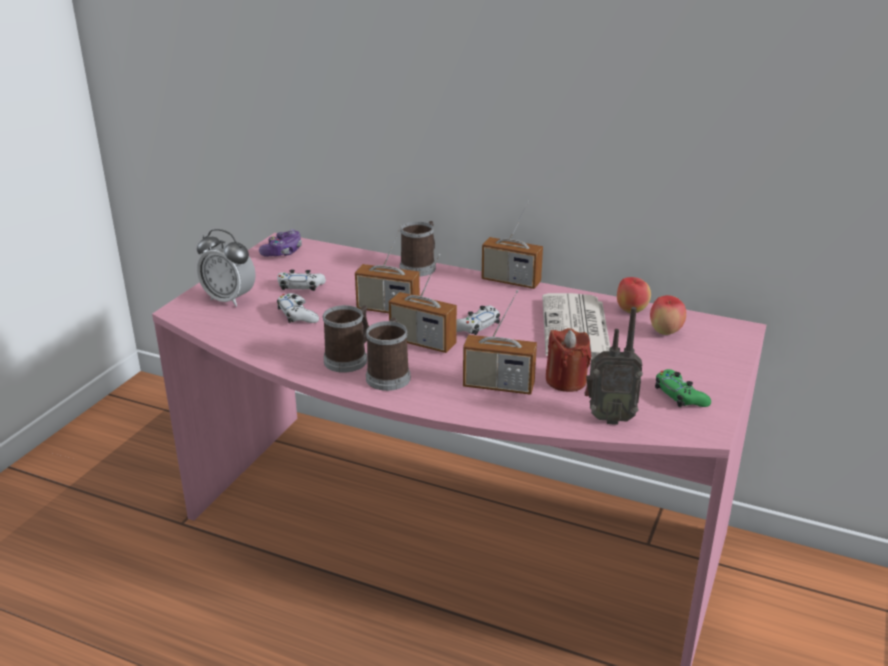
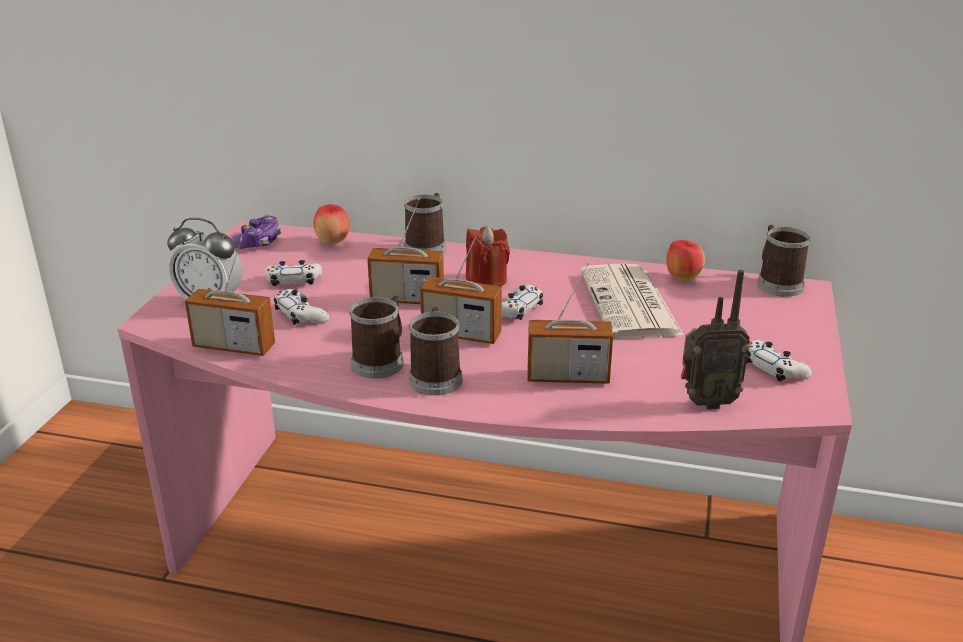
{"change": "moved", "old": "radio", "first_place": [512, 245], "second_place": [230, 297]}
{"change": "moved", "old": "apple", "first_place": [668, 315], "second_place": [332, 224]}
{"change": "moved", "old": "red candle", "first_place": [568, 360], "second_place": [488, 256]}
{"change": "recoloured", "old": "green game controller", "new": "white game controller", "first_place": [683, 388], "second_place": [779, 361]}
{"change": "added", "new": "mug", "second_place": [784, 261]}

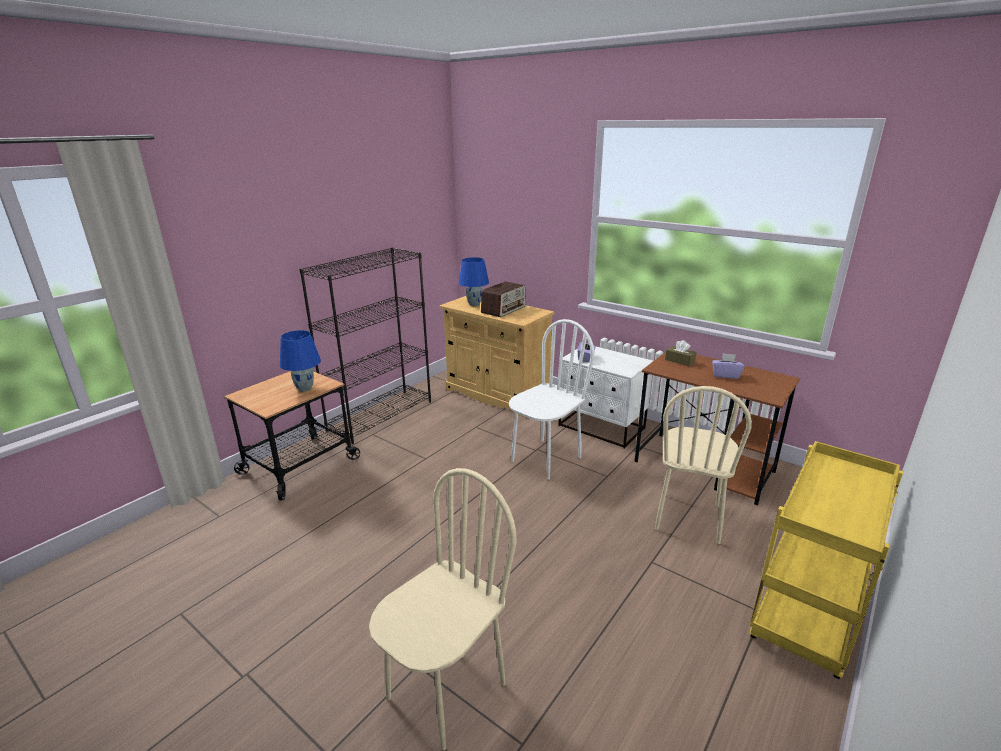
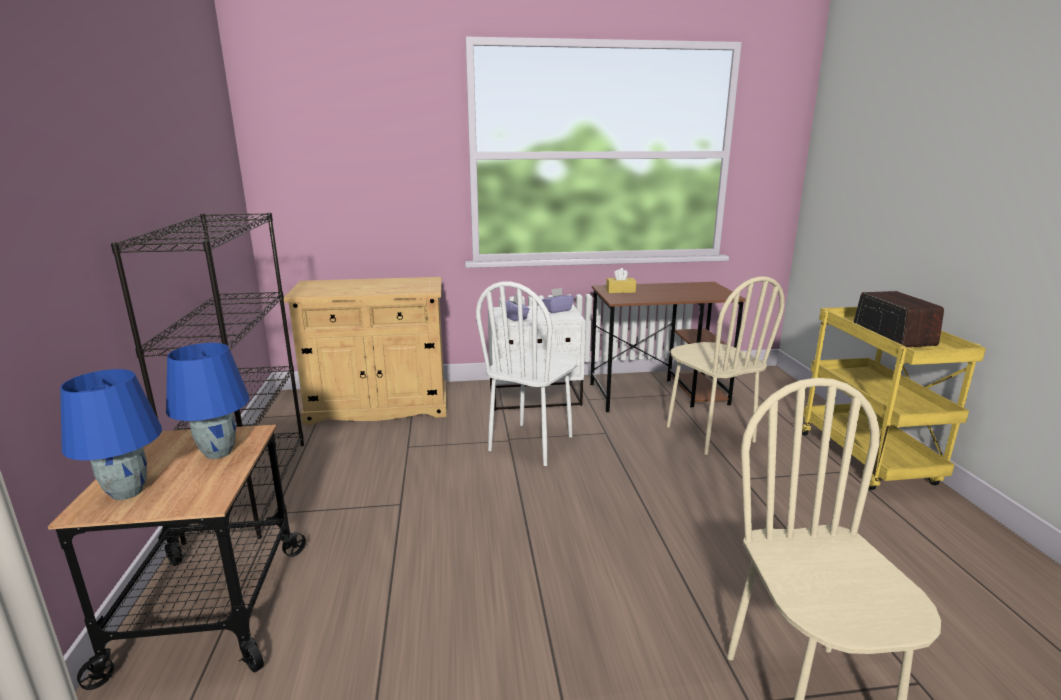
{"change": "moved", "old": "blue table lamp", "first_place": [474, 281], "second_place": [111, 434]}
{"change": "turned", "old": "white chair", "first_place": [551, 399], "second_place": [526, 374], "degrees": -150}
{"change": "moved", "old": "purple tissue box", "first_place": [728, 366], "second_place": [558, 300]}
{"change": "recoloured", "old": "brown tissue box", "new": "yellow tissue box", "first_place": [680, 353], "second_place": [621, 280]}
{"change": "moved", "old": "radio", "first_place": [503, 299], "second_place": [899, 319]}

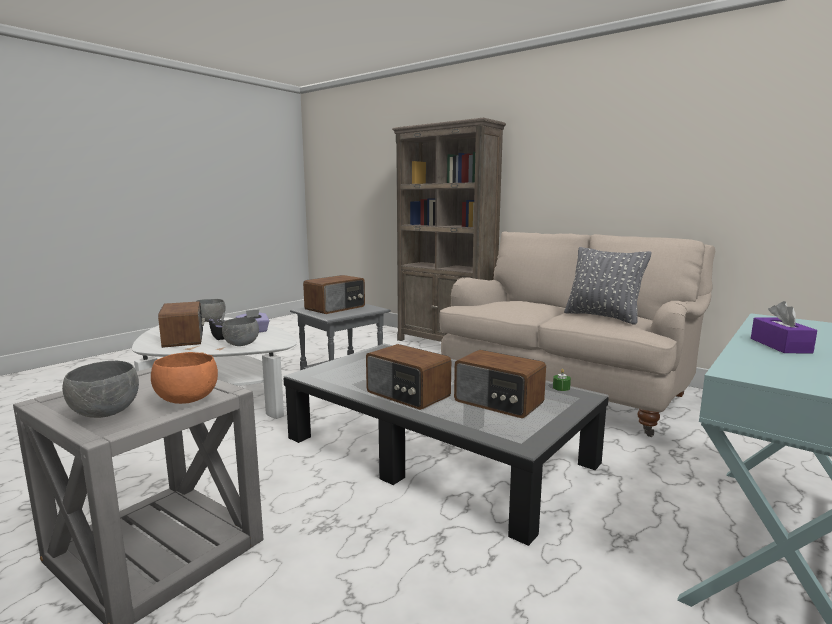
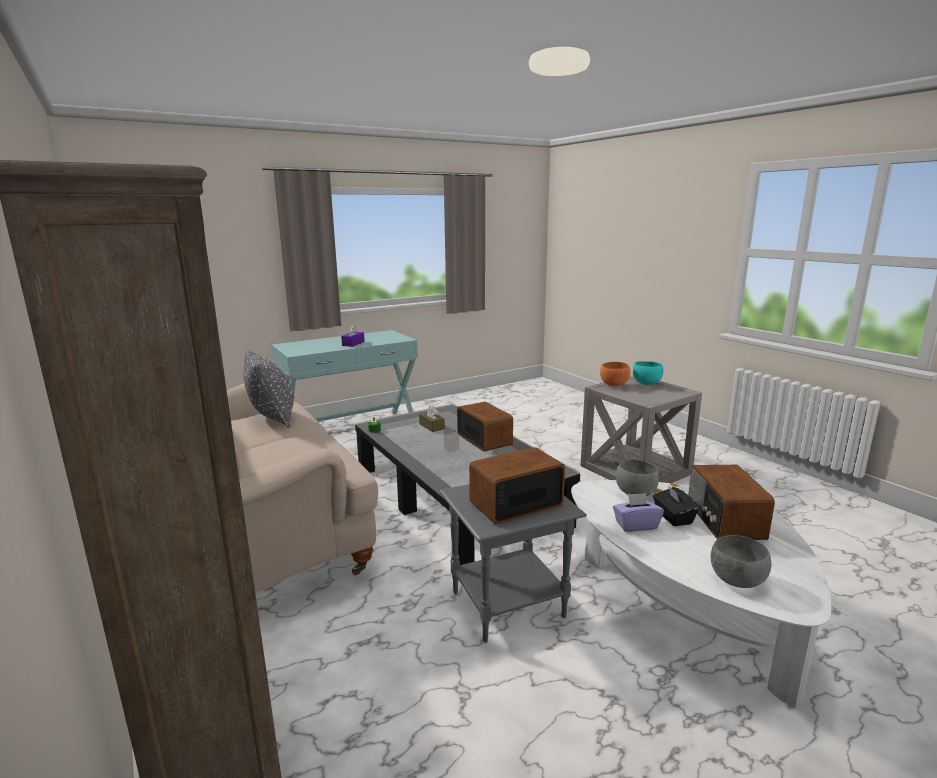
{"change": "replaced", "old": "radio", "new": "brown tissue box", "first_place": [500, 384], "second_place": [432, 418]}
{"change": "recoloured", "old": "grey bowl", "new": "turquoise bowl", "first_place": [100, 389], "second_place": [648, 373]}

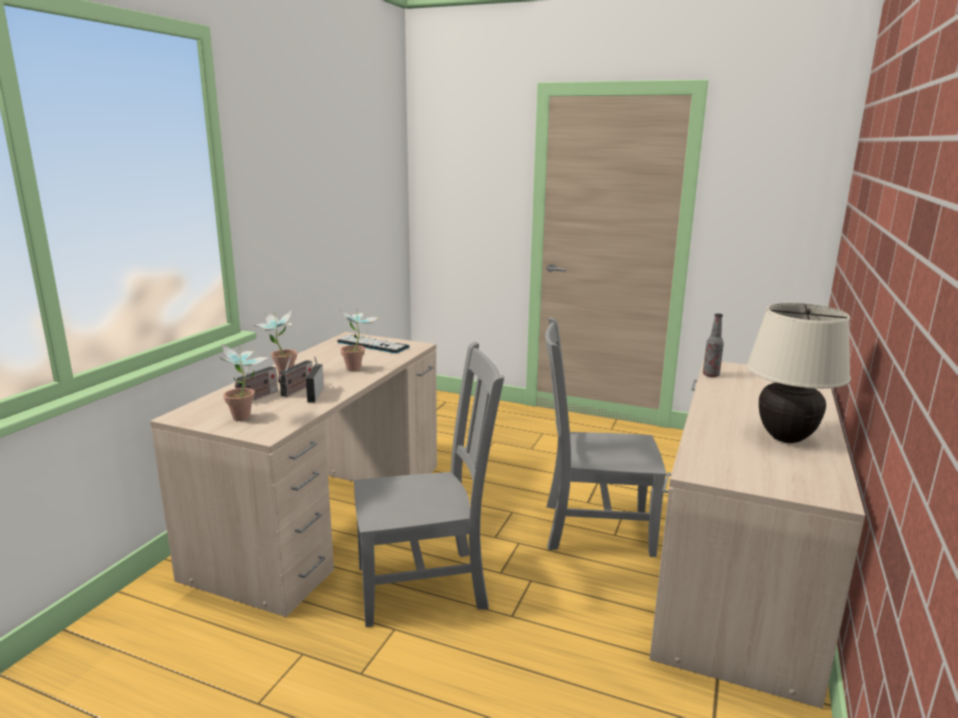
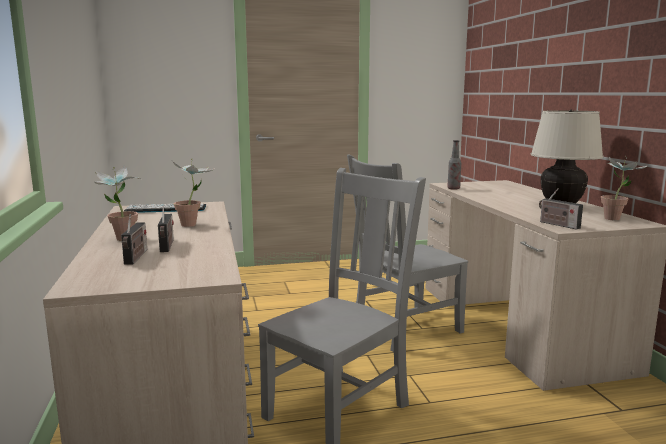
{"change": "moved", "old": "radio", "first_place": [315, 379], "second_place": [561, 209]}
{"change": "moved", "old": "potted plant", "first_place": [244, 382], "second_place": [624, 188]}

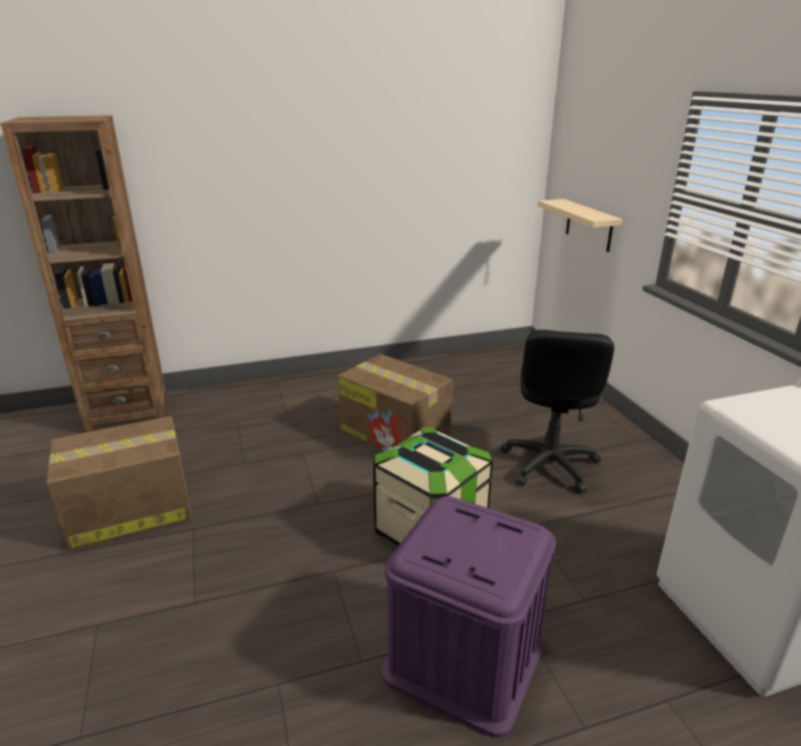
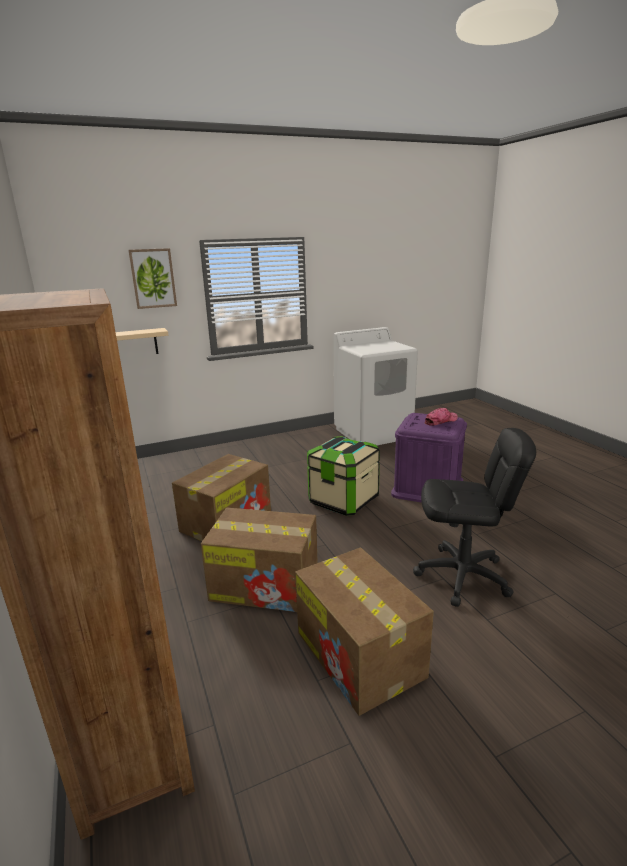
{"change": "added", "new": "picture", "second_place": [152, 278]}
{"change": "added", "new": "cardboard box", "second_place": [259, 560]}
{"change": "moved", "old": "black office chair", "first_place": [557, 411], "second_place": [474, 517]}
{"change": "added", "new": "cap", "second_place": [441, 417]}

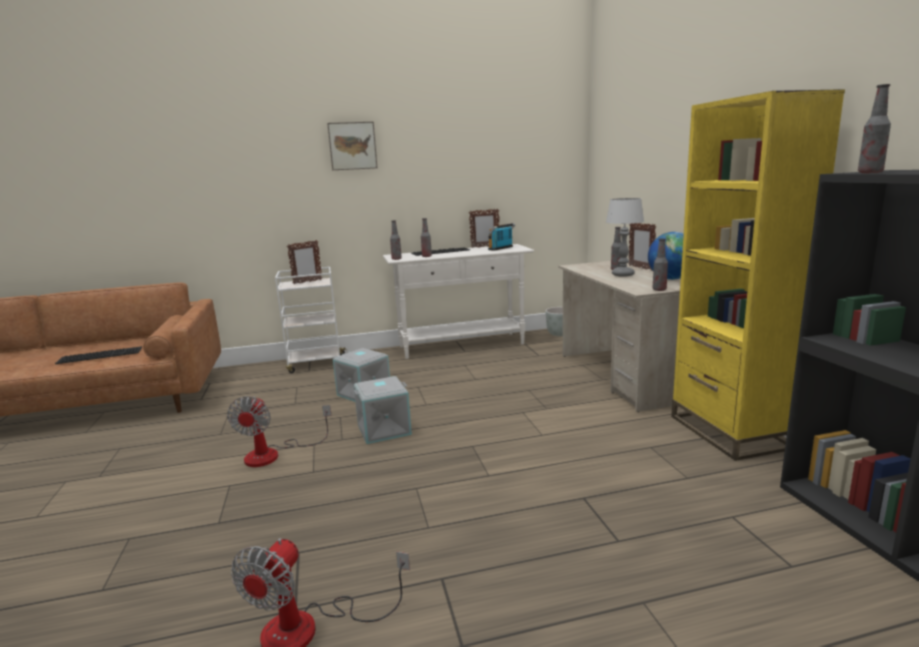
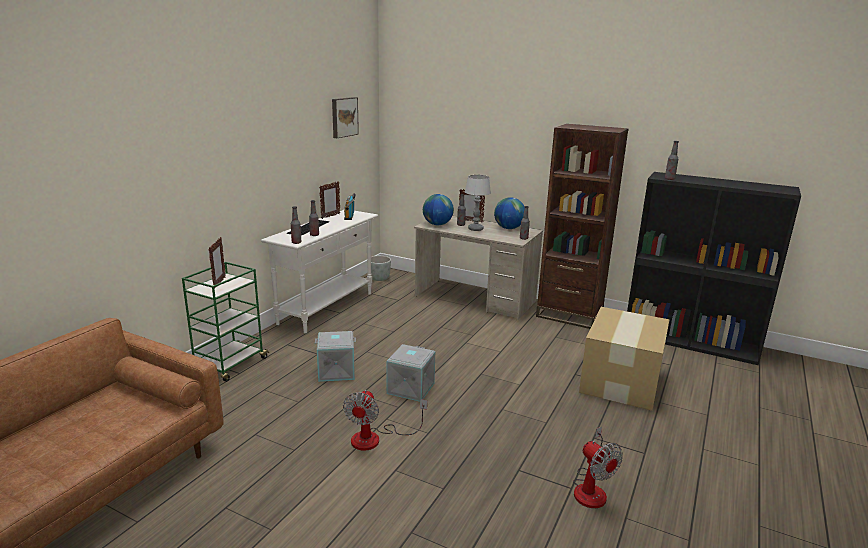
{"change": "recoloured", "old": "white cart", "new": "green cart", "first_place": [311, 320], "second_place": [225, 322]}
{"change": "moved", "old": "picture", "first_place": [352, 146], "second_place": [345, 117]}
{"change": "turned", "old": "fan", "first_place": [279, 431], "second_place": [385, 420], "degrees": 60}
{"change": "added", "new": "globe", "second_place": [438, 209]}
{"change": "recoloured", "old": "yellow bookcase", "new": "brown bookcase", "first_place": [758, 275], "second_place": [582, 226]}
{"change": "added", "new": "cardboard box", "second_place": [624, 359]}
{"change": "removed", "old": "keyboard", "first_place": [98, 355]}

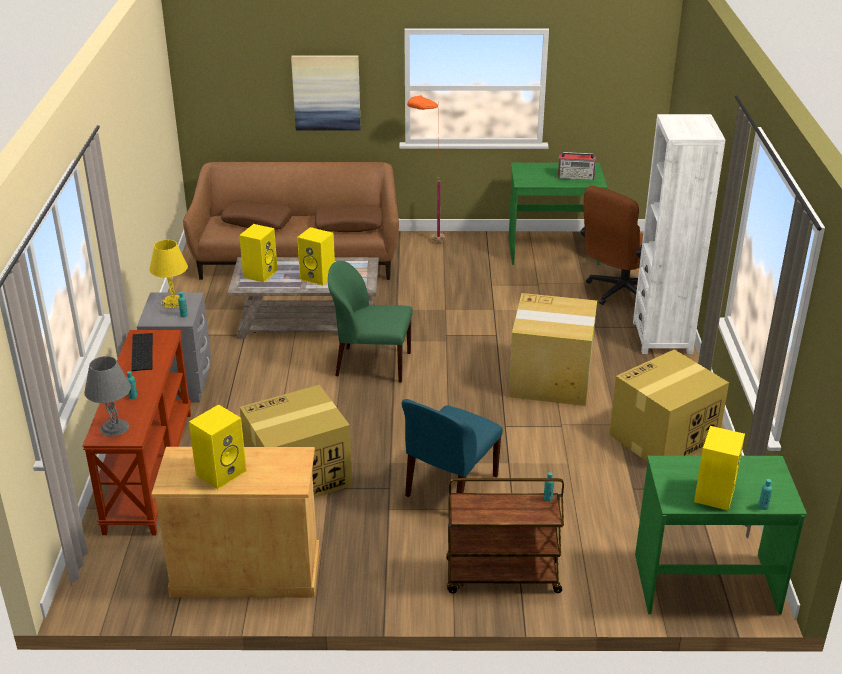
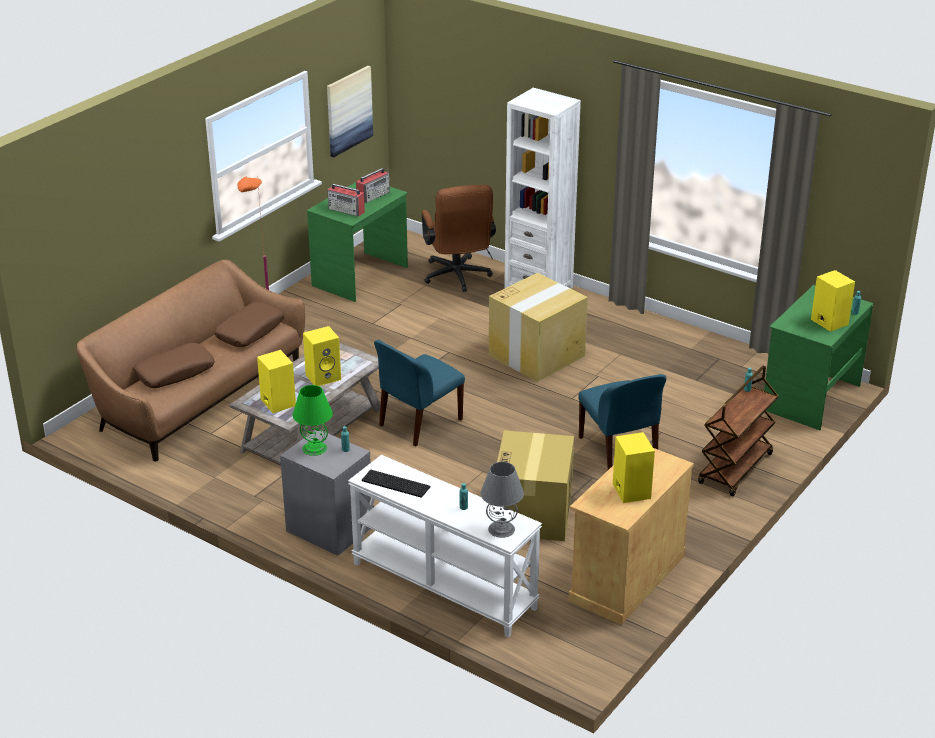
{"change": "recoloured", "old": "yellow table lamp", "new": "green table lamp", "first_place": [168, 274], "second_place": [313, 420]}
{"change": "moved", "old": "picture", "first_place": [326, 93], "second_place": [350, 111]}
{"change": "added", "new": "radio", "second_place": [346, 200]}
{"change": "recoloured", "old": "brown console table", "new": "white console table", "first_place": [136, 432], "second_place": [445, 546]}
{"change": "recoloured", "old": "green chair", "new": "blue chair", "first_place": [370, 321], "second_place": [419, 393]}
{"change": "removed", "old": "cardboard box", "first_place": [669, 405]}

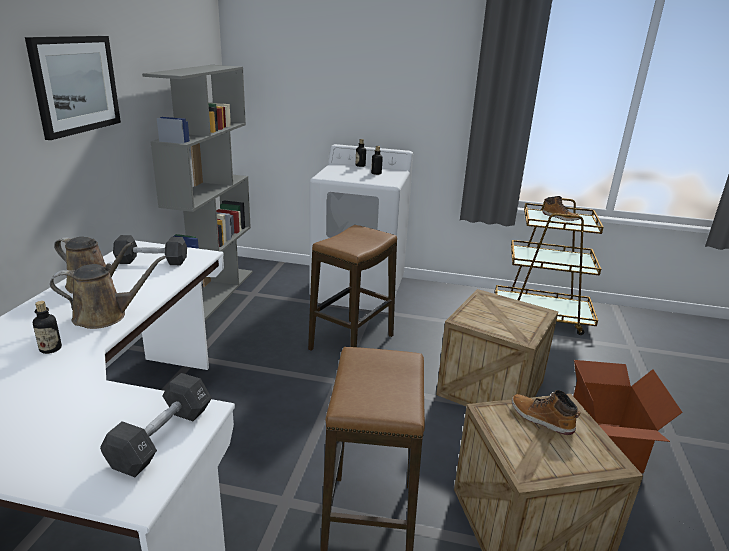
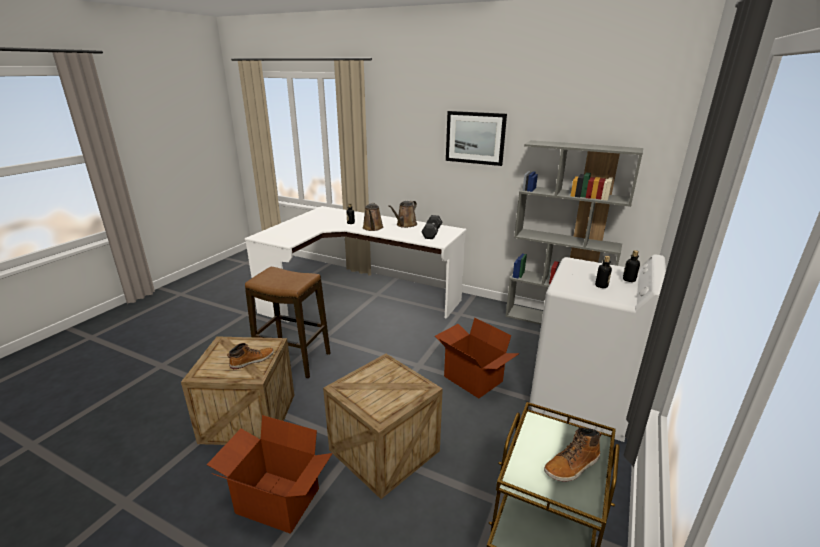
{"change": "replaced", "old": "stool", "new": "cardboard box", "first_place": [352, 288], "second_place": [477, 358]}
{"change": "removed", "old": "black dumbbell", "first_place": [156, 425]}

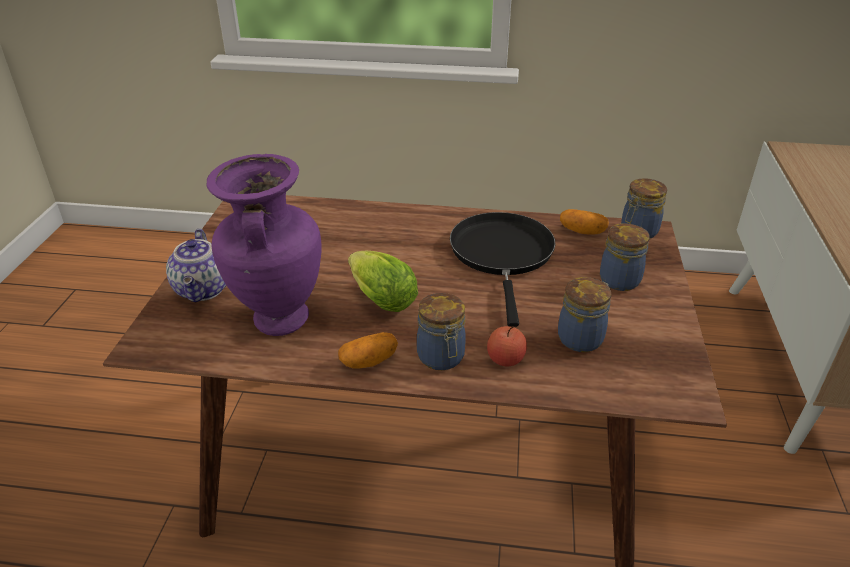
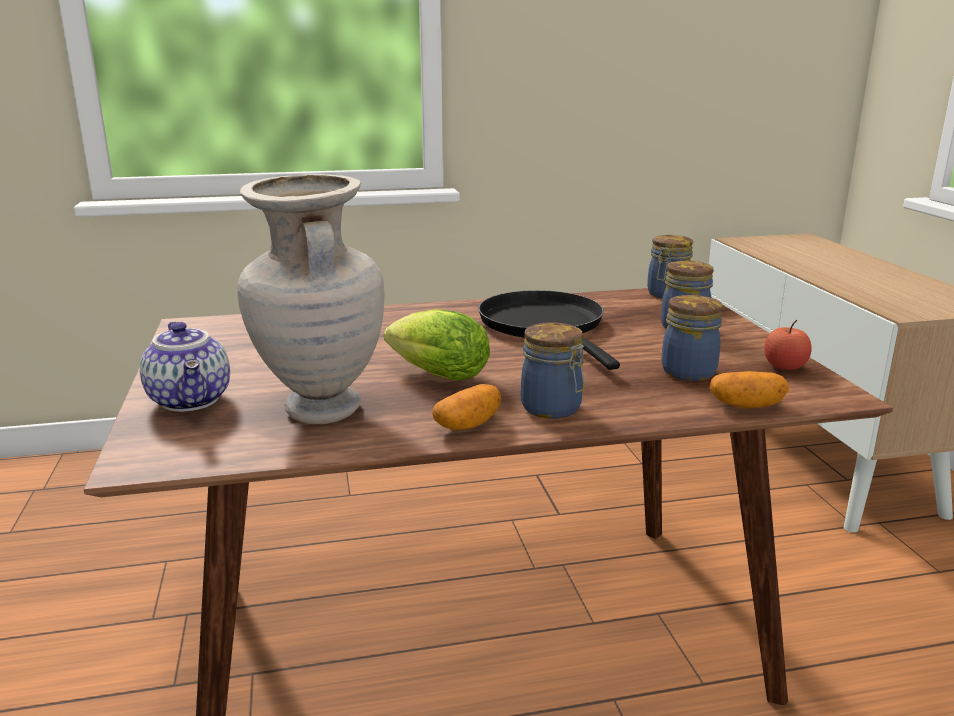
{"change": "recoloured", "old": "purple vase", "new": "beige vase", "first_place": [264, 245], "second_place": [310, 299]}
{"change": "moved", "old": "potato", "first_place": [584, 222], "second_place": [749, 390]}
{"change": "moved", "old": "apple", "first_place": [507, 346], "second_place": [788, 345]}

